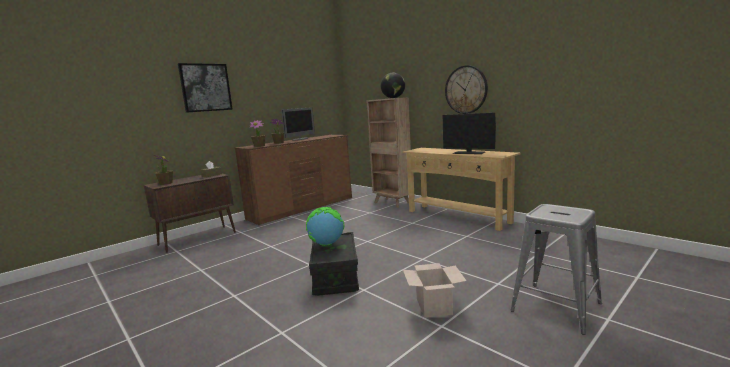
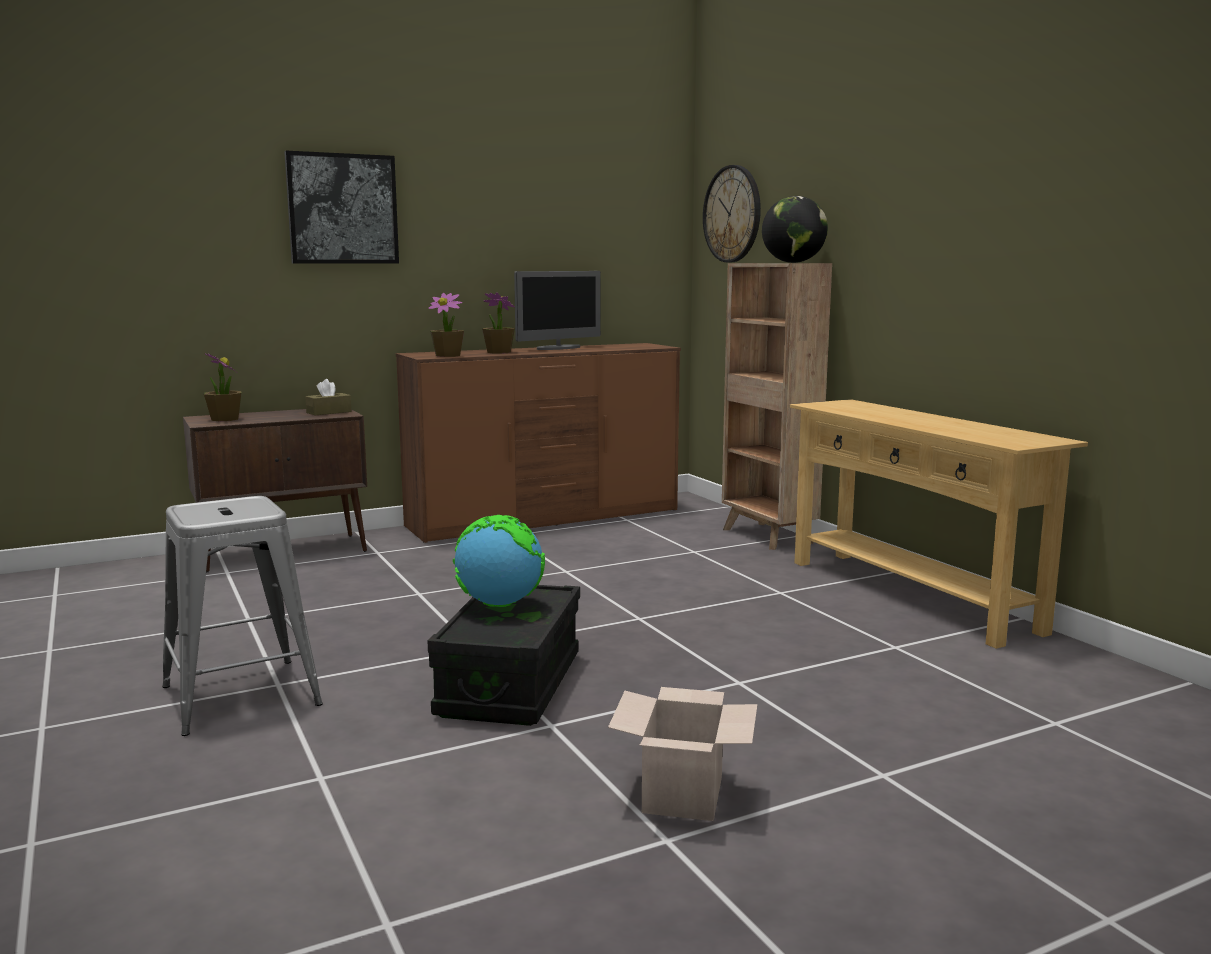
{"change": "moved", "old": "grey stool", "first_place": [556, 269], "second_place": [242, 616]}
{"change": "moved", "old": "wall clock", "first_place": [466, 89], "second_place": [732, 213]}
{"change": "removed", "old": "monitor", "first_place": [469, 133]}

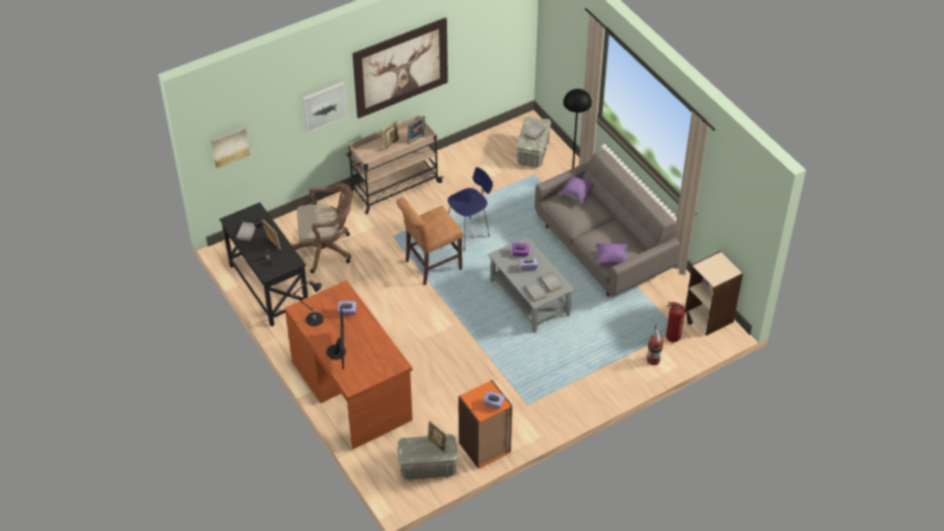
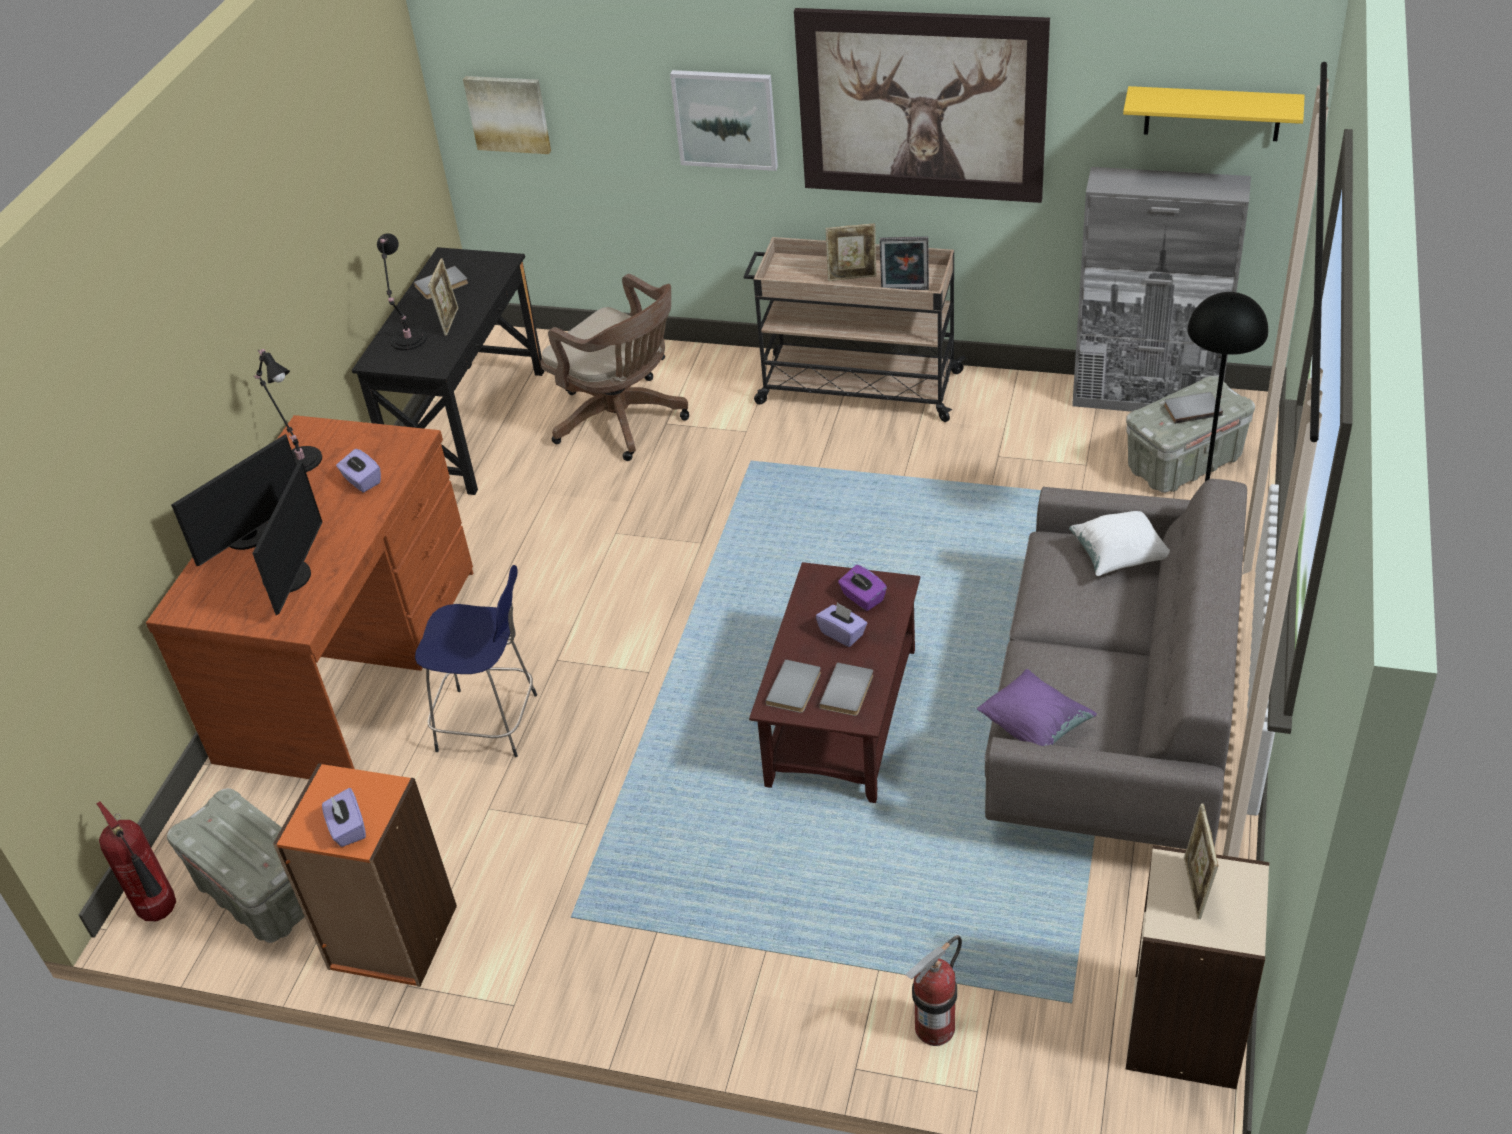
{"change": "moved", "old": "fire extinguisher", "first_place": [679, 322], "second_place": [136, 861]}
{"change": "added", "new": "monitor", "second_place": [287, 537]}
{"change": "moved", "old": "blue stool", "first_place": [470, 209], "second_place": [476, 661]}
{"change": "recoloured", "old": "grey coffee table", "new": "brown coffee table", "first_place": [531, 284], "second_place": [834, 682]}
{"change": "recoloured", "old": "purple pillow", "new": "white pillow", "first_place": [576, 190], "second_place": [1119, 543]}
{"change": "added", "new": "grey cabinet", "second_place": [1161, 289]}
{"change": "added", "new": "yellow shelf", "second_place": [1214, 113]}
{"change": "moved", "old": "picture frame", "first_place": [437, 436], "second_place": [1200, 861]}
{"change": "removed", "old": "brown chair", "first_place": [430, 241]}

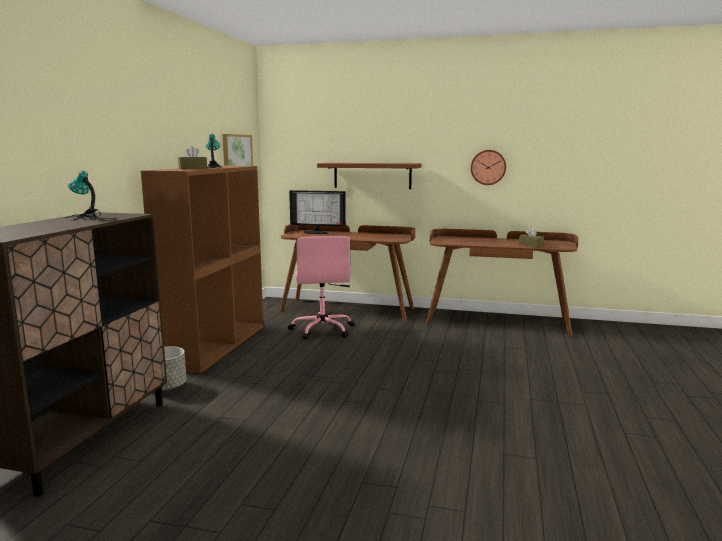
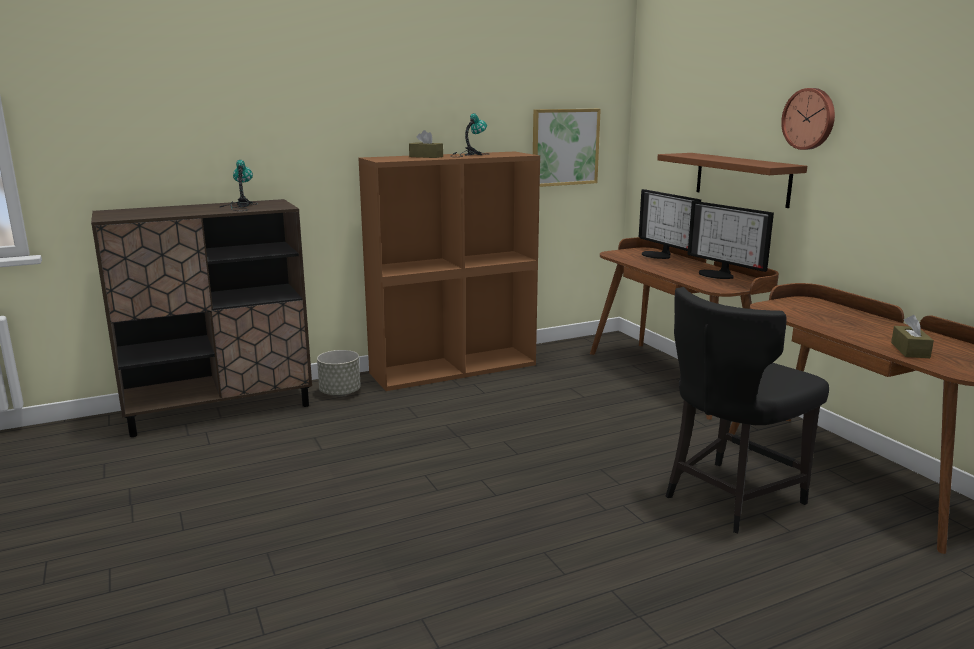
{"change": "added", "new": "black chair", "second_place": [747, 410]}
{"change": "added", "new": "monitor", "second_place": [730, 240]}
{"change": "moved", "old": "wall clock", "first_place": [488, 167], "second_place": [808, 119]}
{"change": "removed", "old": "pink office chair", "first_place": [321, 288]}

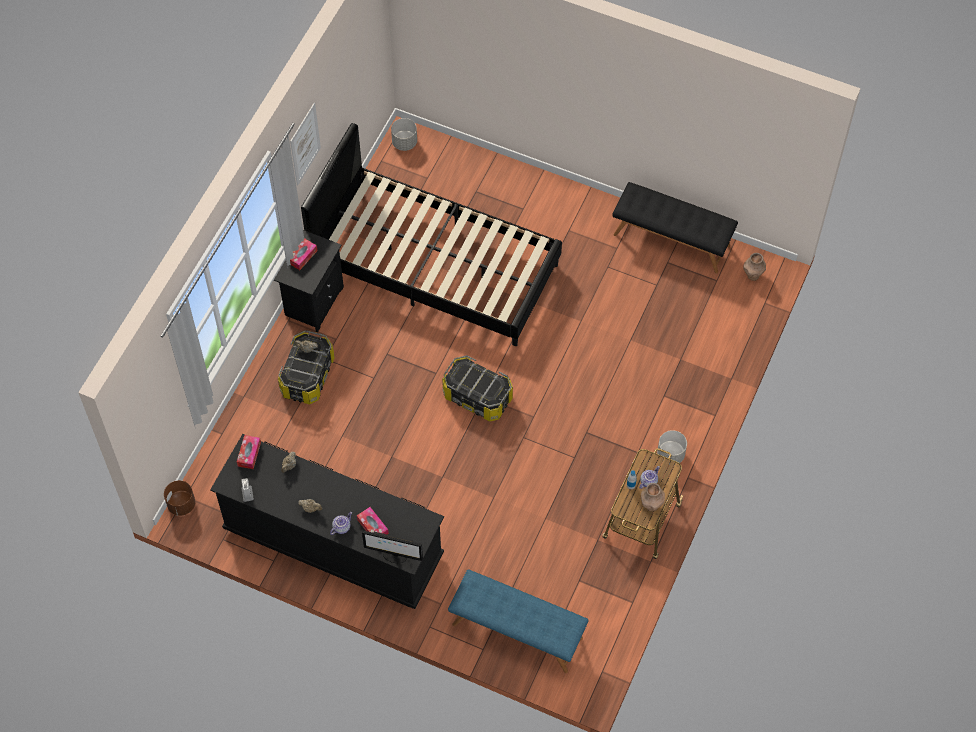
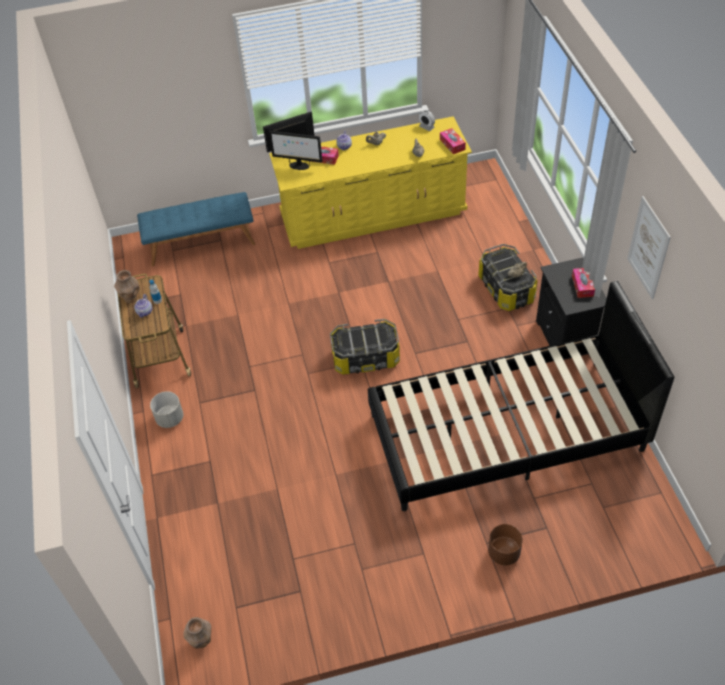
{"change": "recoloured", "old": "black dresser", "new": "yellow dresser", "first_place": [327, 521], "second_place": [370, 182]}
{"change": "added", "new": "monitor", "second_place": [296, 150]}
{"change": "moved", "old": "brown planter", "first_place": [179, 498], "second_place": [505, 544]}
{"change": "removed", "old": "grey planter", "first_place": [404, 134]}
{"change": "removed", "old": "black bench", "first_place": [675, 228]}

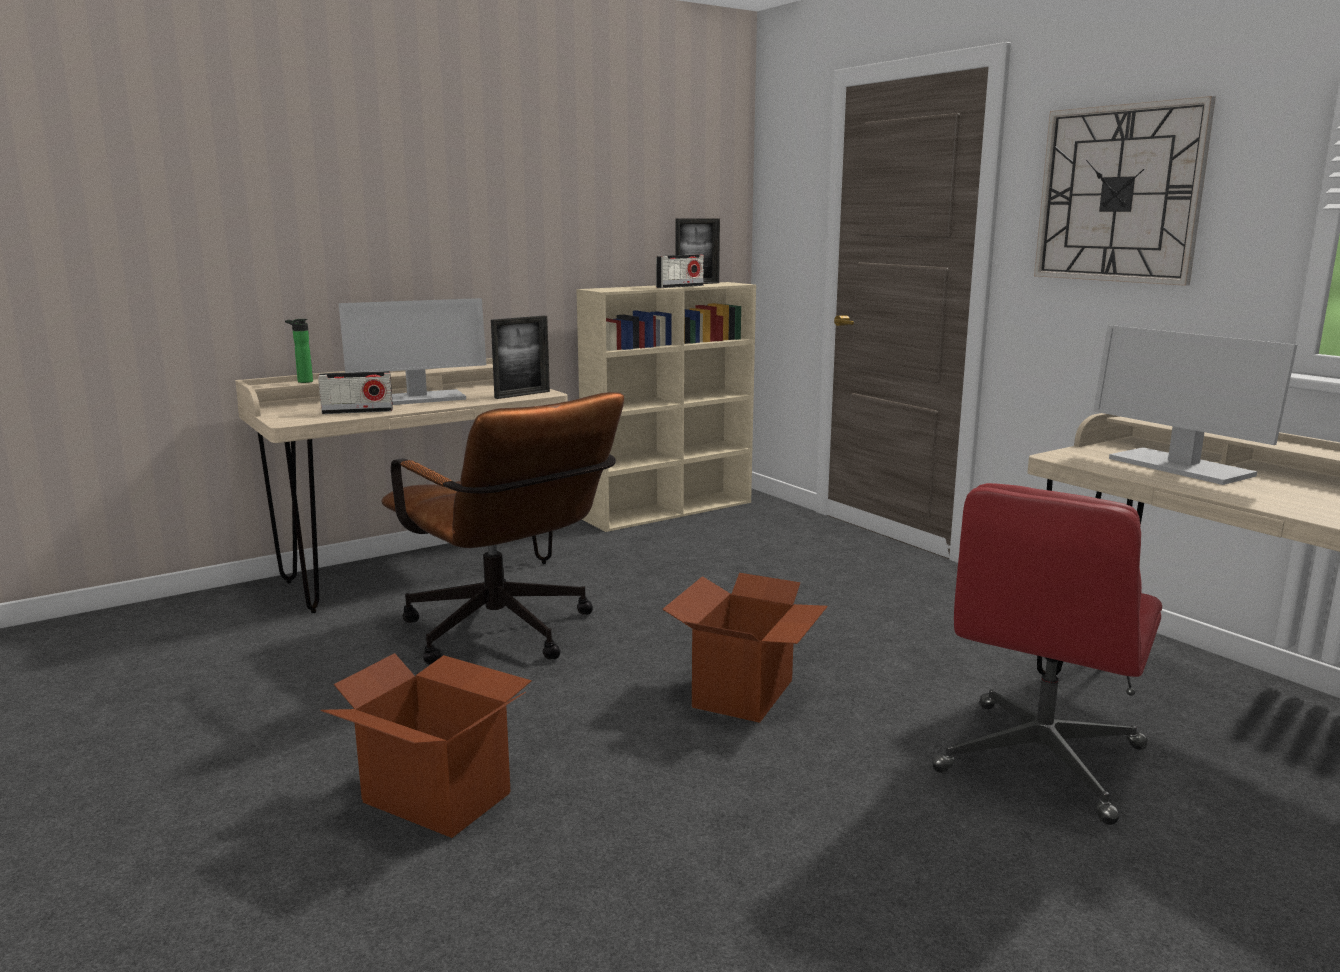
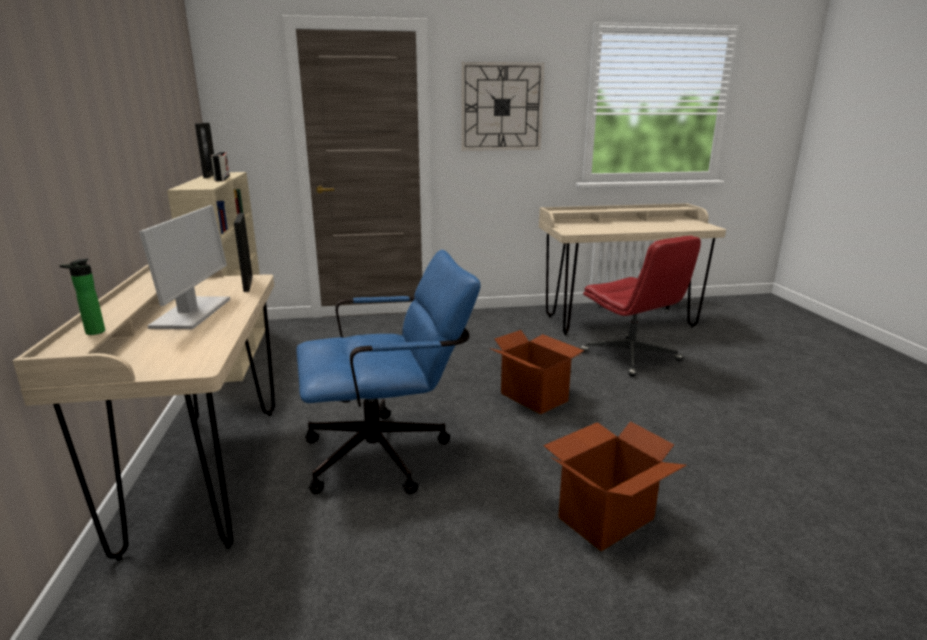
{"change": "recoloured", "old": "brown office chair", "new": "blue office chair", "first_place": [502, 528], "second_place": [388, 372]}
{"change": "removed", "old": "radio", "first_place": [355, 392]}
{"change": "removed", "old": "monitor", "first_place": [1195, 405]}

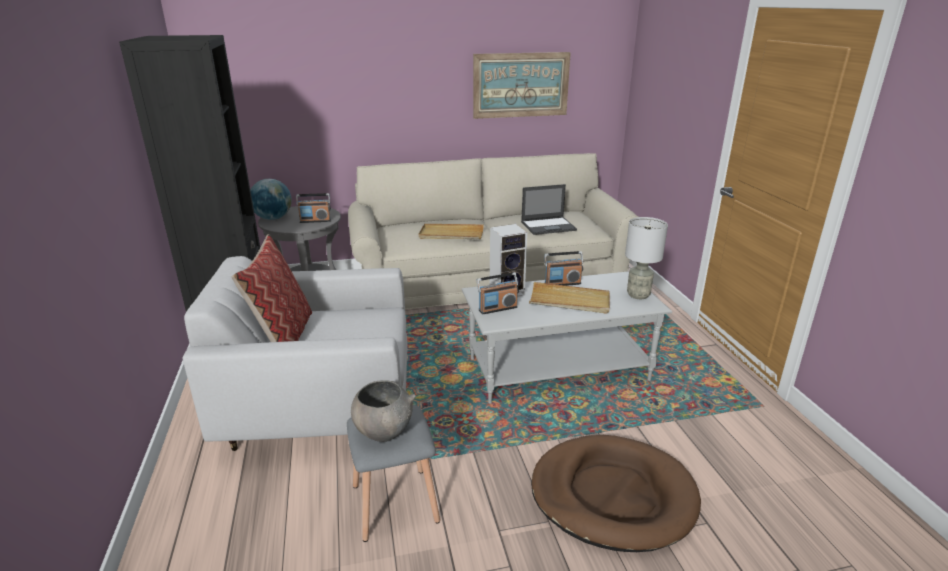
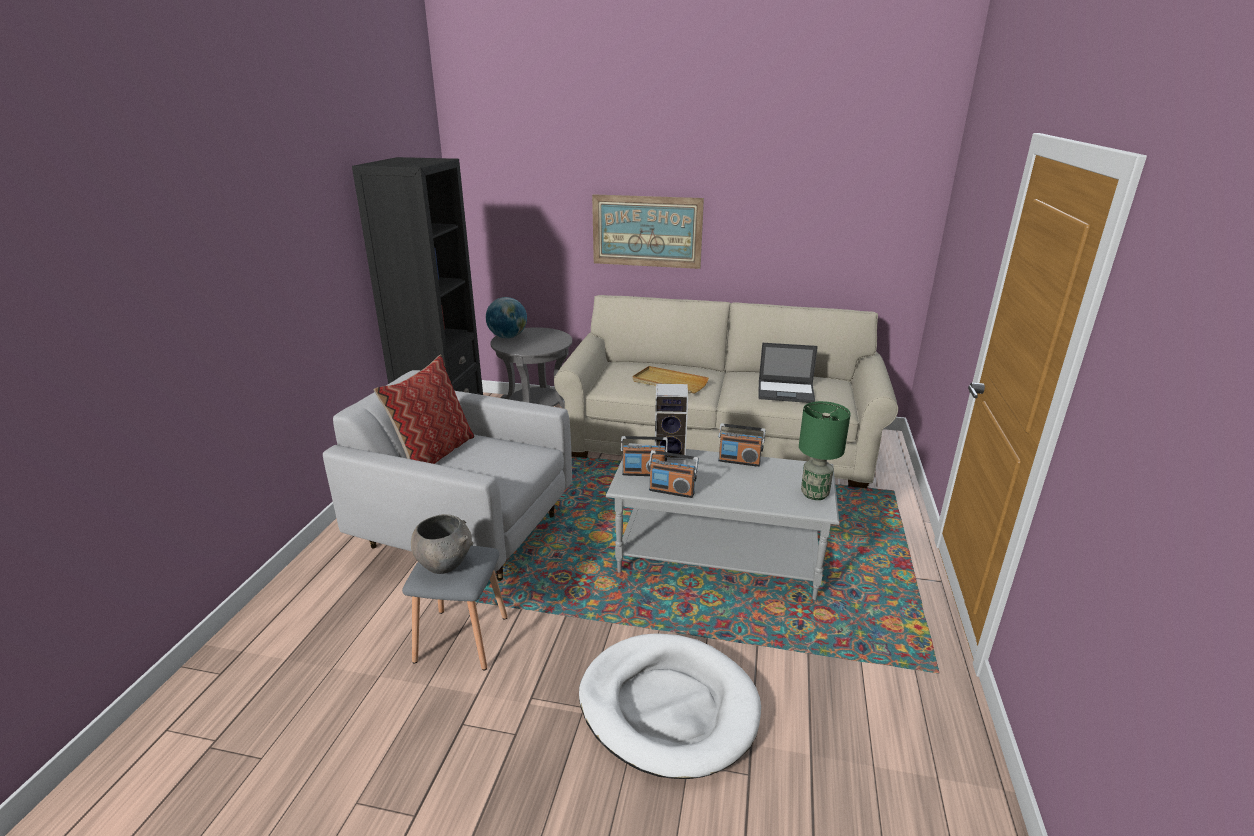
{"change": "recoloured", "old": "brown dog bed", "new": "white dog bed", "first_place": [616, 493], "second_place": [670, 706]}
{"change": "moved", "old": "picture", "first_place": [522, 85], "second_place": [648, 231]}
{"change": "moved", "old": "radio", "first_place": [313, 208], "second_place": [674, 474]}
{"change": "recoloured", "old": "grey table lamp", "new": "green table lamp", "first_place": [646, 258], "second_place": [825, 450]}
{"change": "removed", "old": "beige tray", "first_place": [569, 298]}

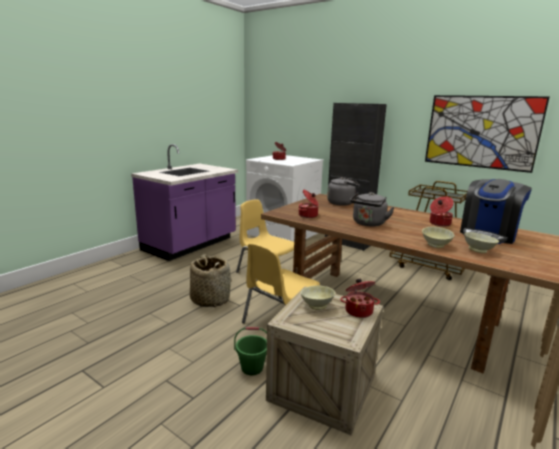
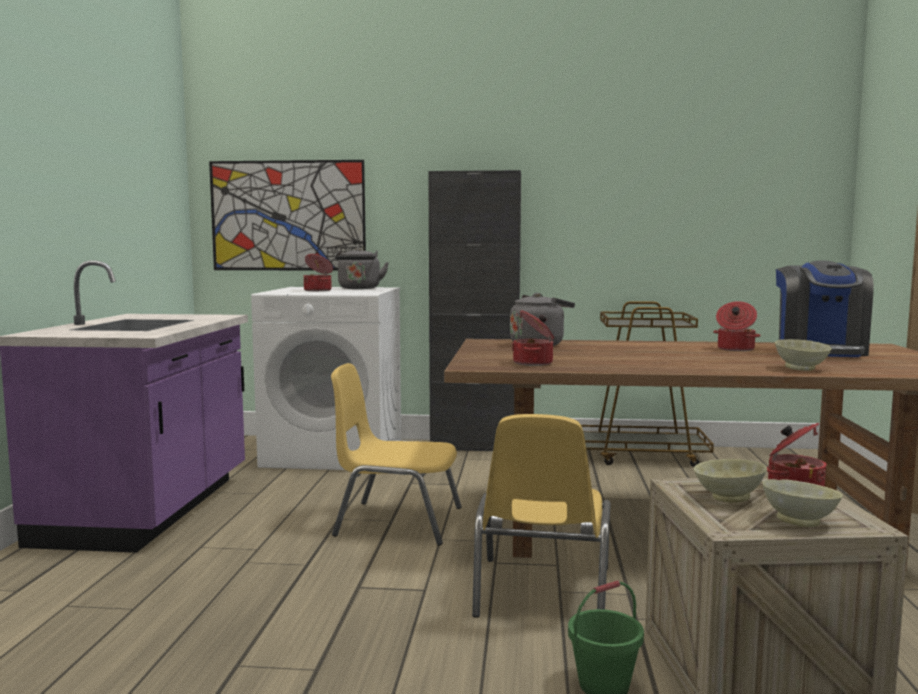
{"change": "moved", "old": "picture", "first_place": [487, 134], "second_place": [287, 215]}
{"change": "moved", "old": "grey kettle", "first_place": [372, 209], "second_place": [362, 268]}
{"change": "moved", "old": "beige bowl", "first_place": [481, 242], "second_place": [802, 503]}
{"change": "removed", "old": "basket", "first_place": [210, 280]}

